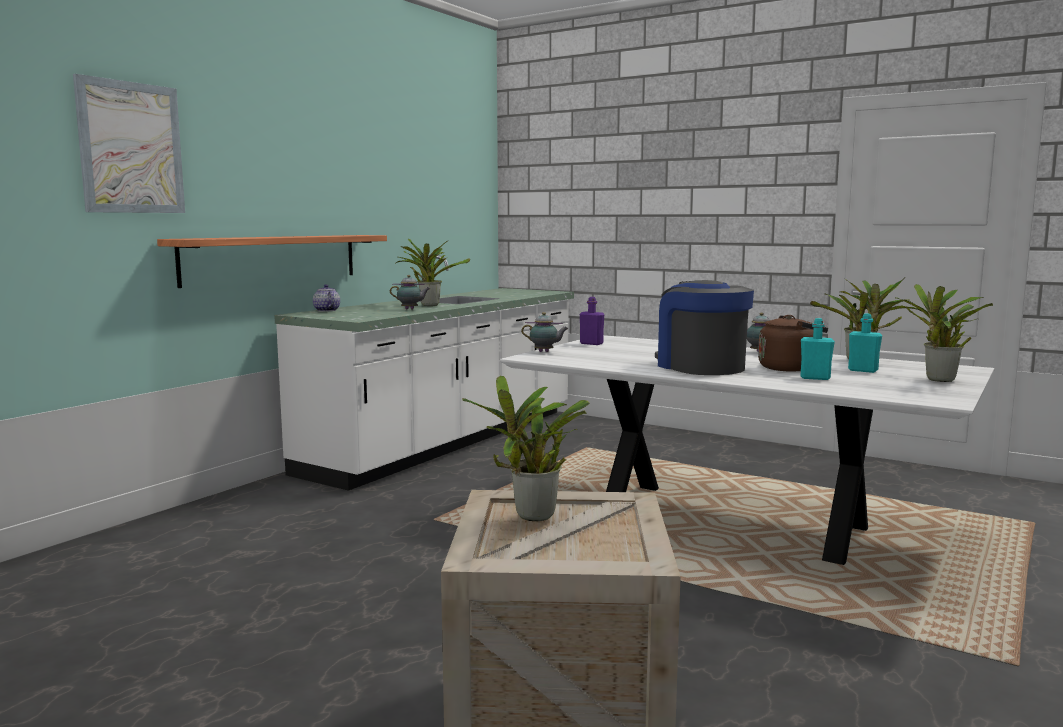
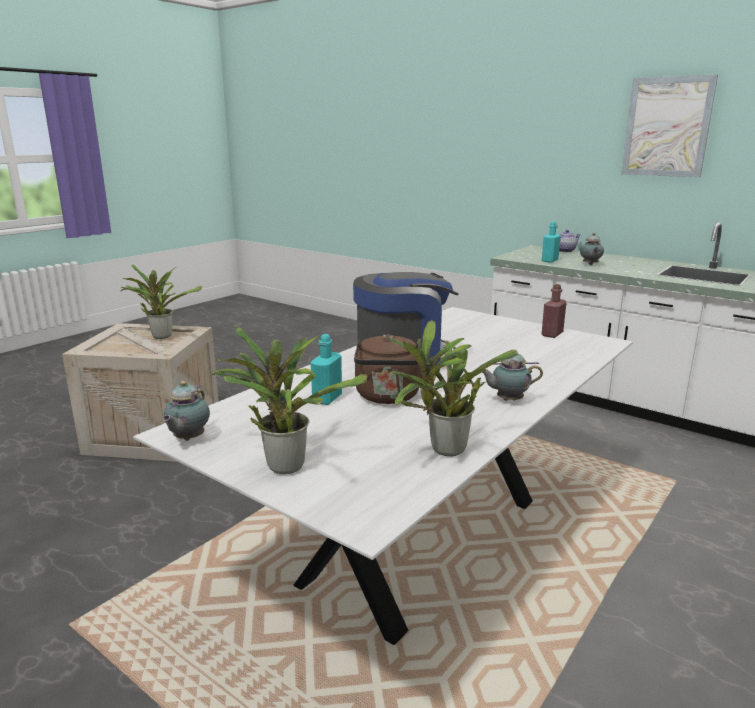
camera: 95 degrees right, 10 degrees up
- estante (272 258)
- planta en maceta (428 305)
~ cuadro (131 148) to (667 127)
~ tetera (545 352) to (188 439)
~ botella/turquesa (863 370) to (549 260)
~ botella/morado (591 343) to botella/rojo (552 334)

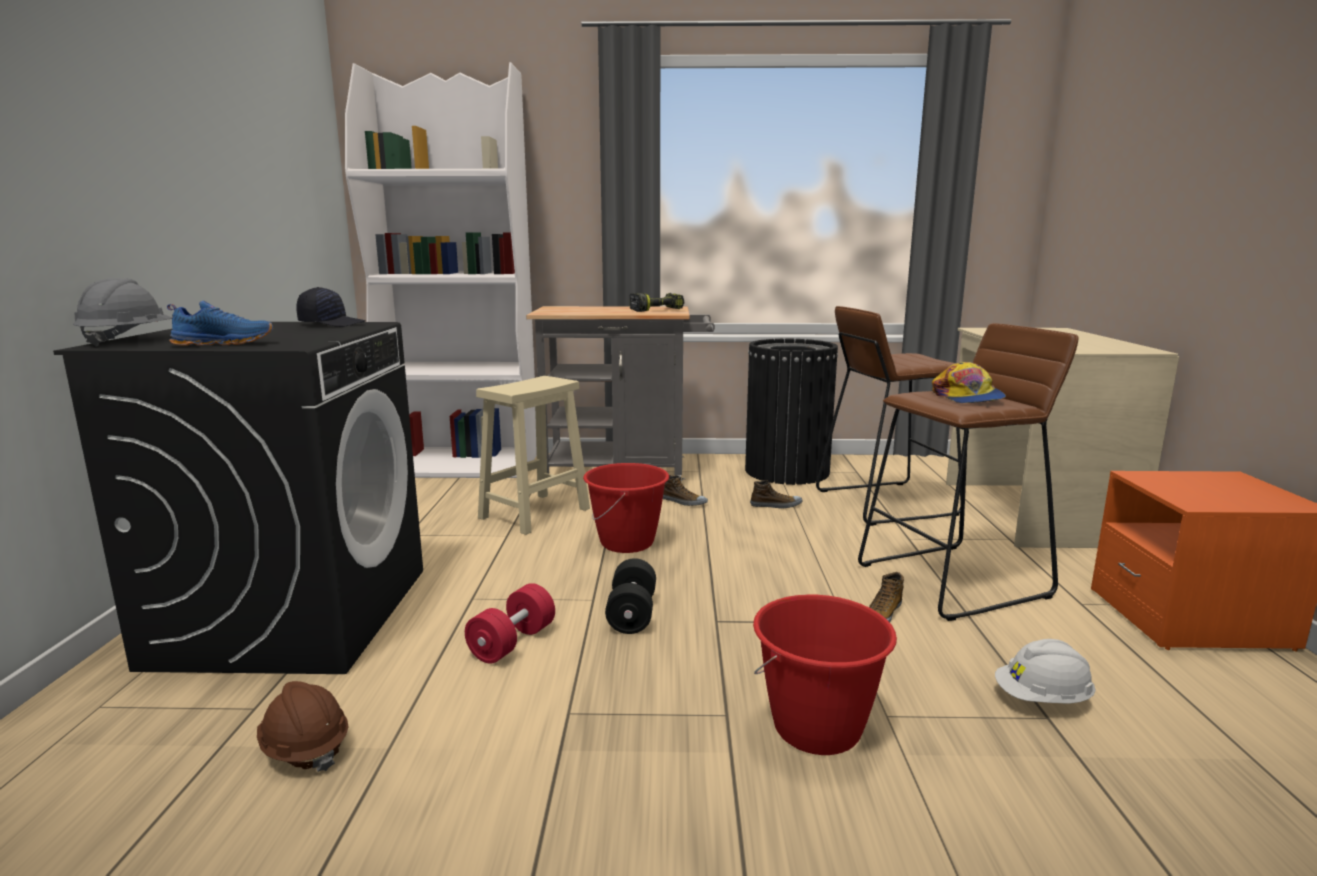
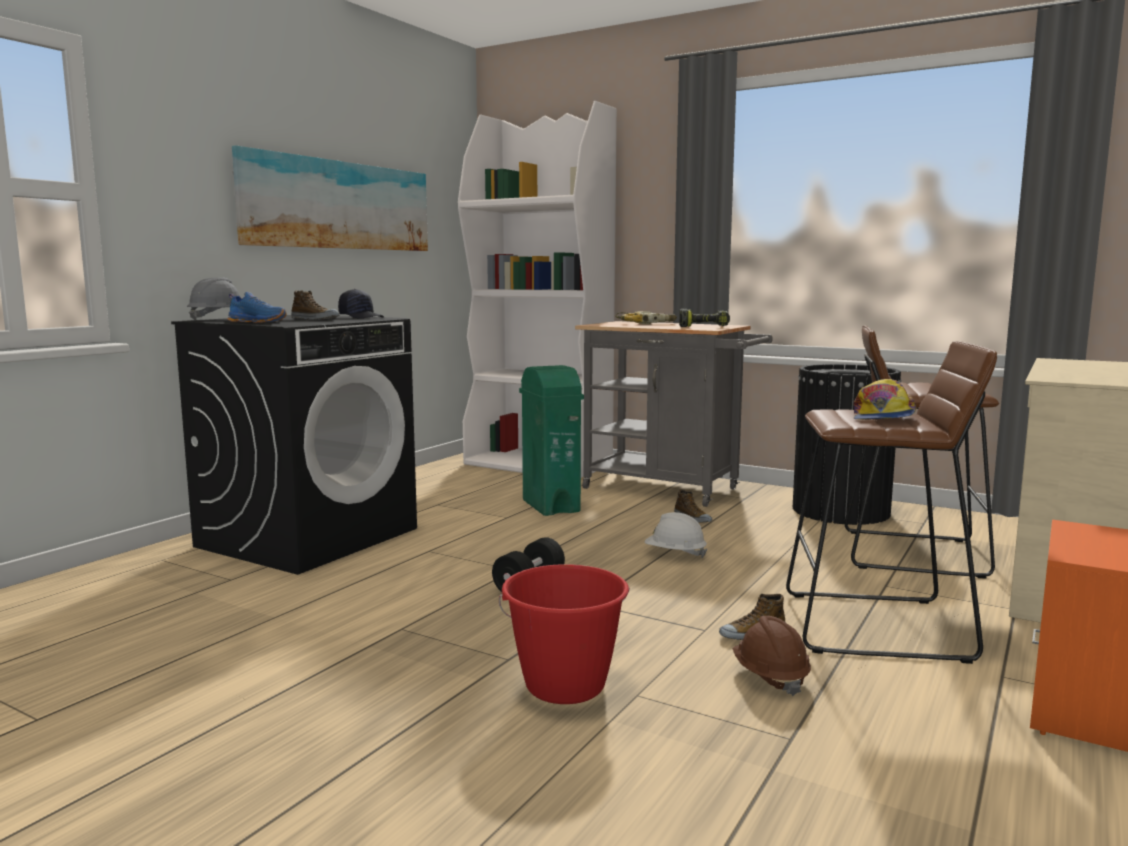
camera: 30 degrees right, 5 degrees down
- mancuerna/rojo (512 642)
- cubo/rojo (627 542)
+ cuadro (338 205)
+ taladro (646 323)
~ casco/marrón (305 749) to (770 677)
~ zapato (776 505) to (314 319)
~ casco/blanco (1042 699) to (675 554)
~ taburete/beis (536 512) to papelera/verde (551 506)

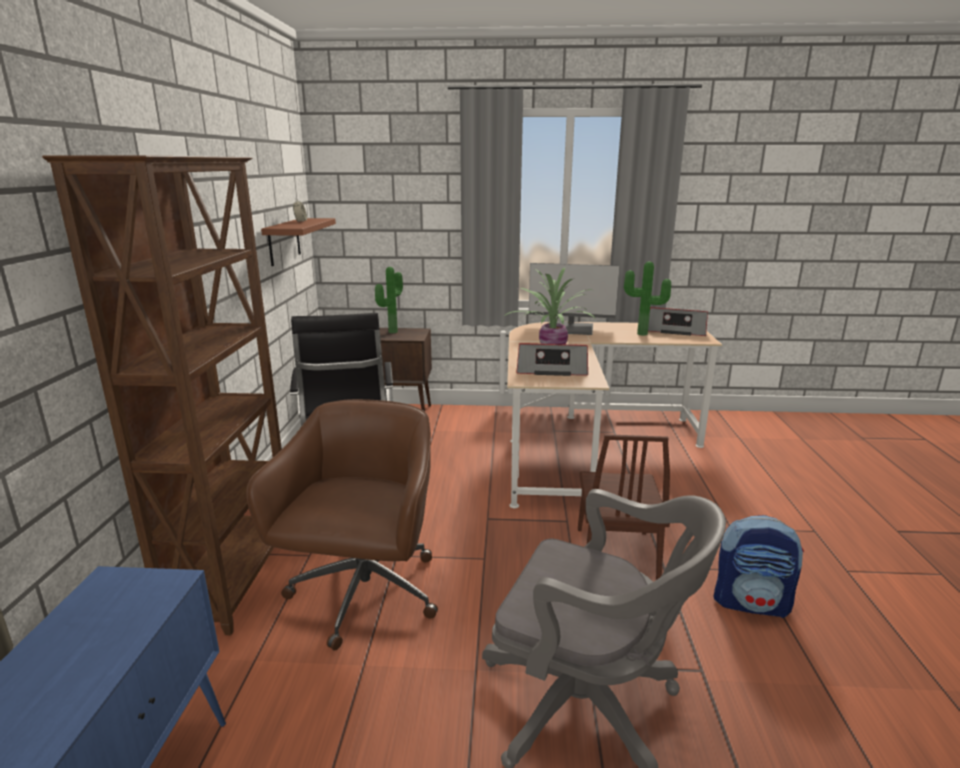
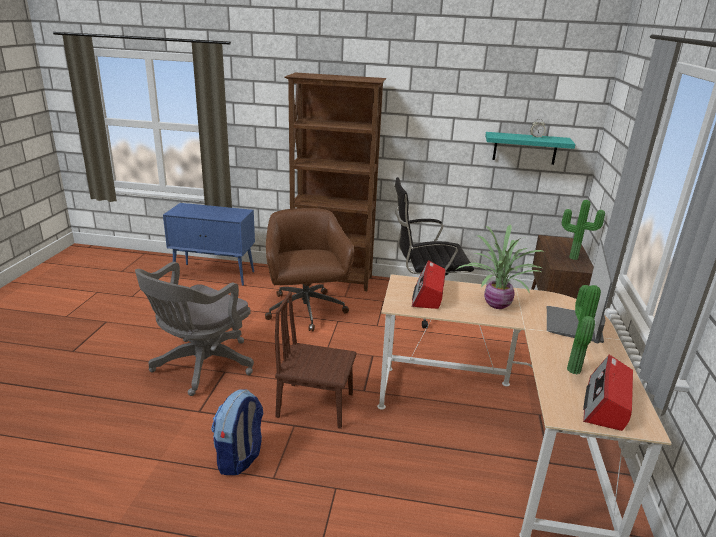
camera: 95 degrees right, 5 degrees up
~ estante/marrón (284 241) to estante/turquesa (525 148)
~ silla de oficina/marrón (364 595) = (306 311) 120 degrees counterclockwise

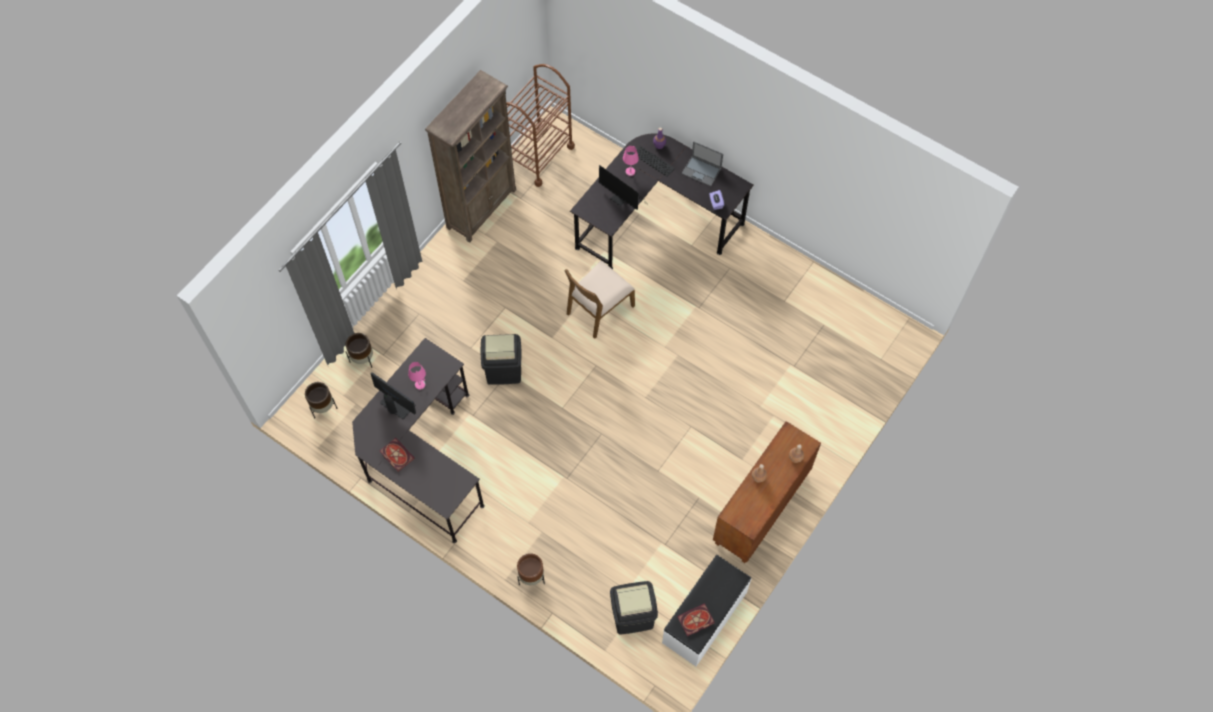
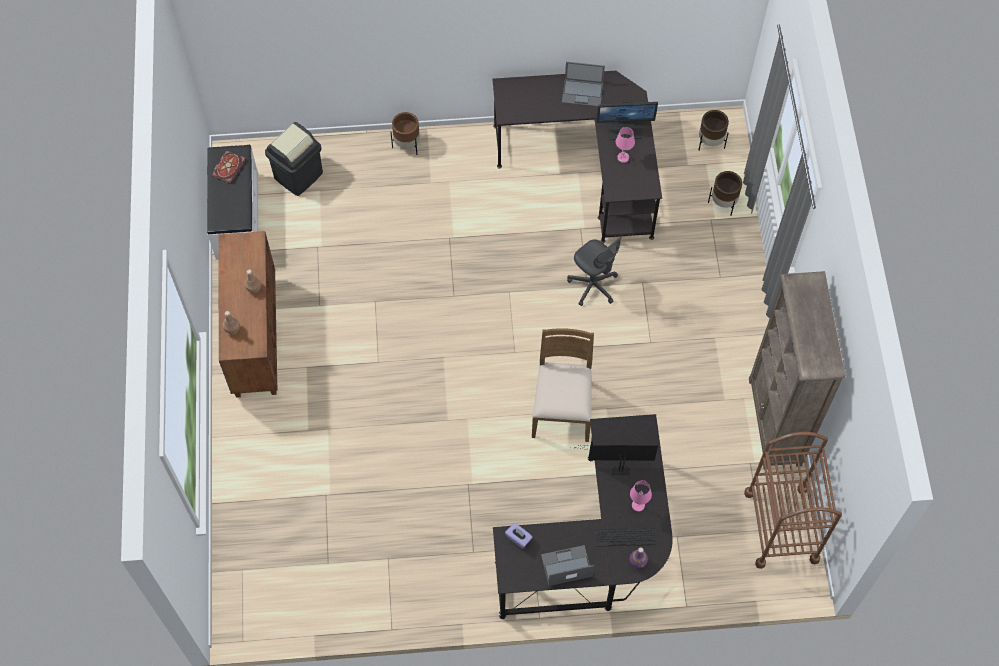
camera: 140 degrees right, 0 degrees up
~ libro (396 455) to portátil (583 92)
~ papelera/negro (504 370) to silla de oficina/gris (593 285)

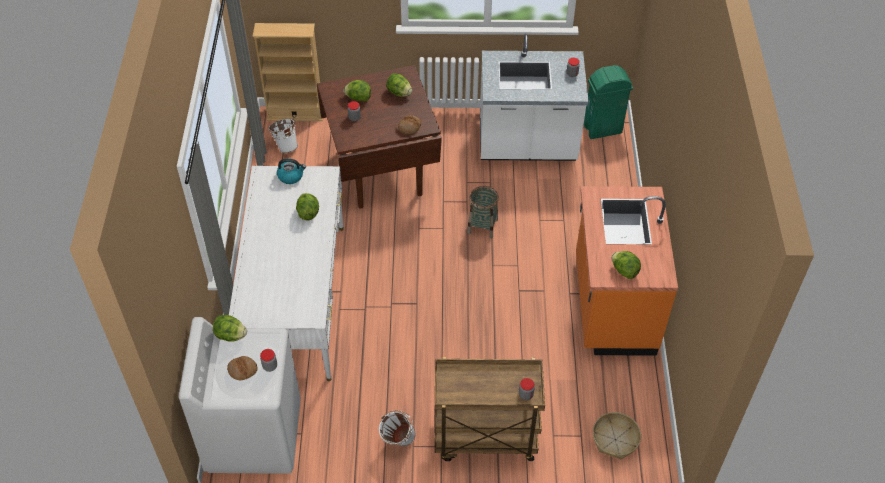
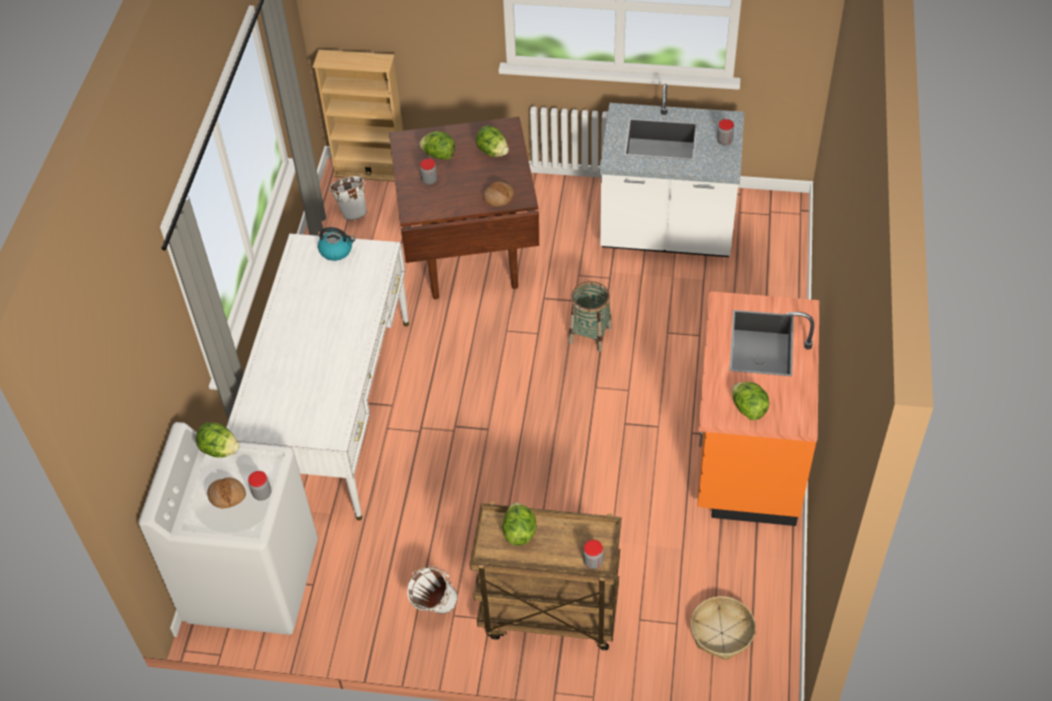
camera: 10 degrees right, 0 degrees up
- papelera/verde (603 129)
~ lechuga (308 212) to (519 531)

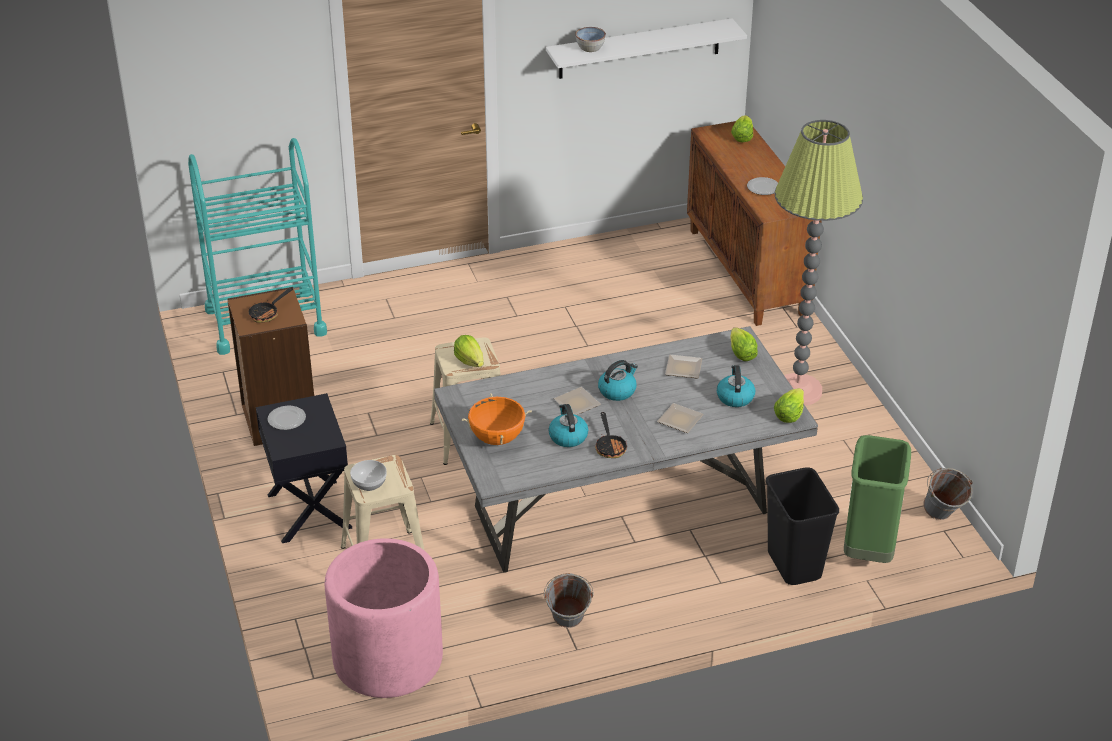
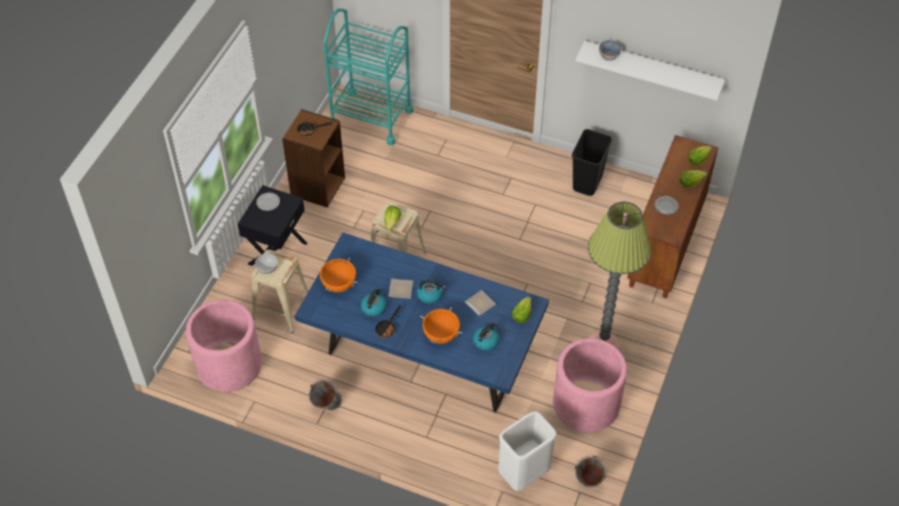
camera: 40 degrees right, 15 degrees up
+ maceta/rosa (586 404)
~ papelera/negro (793 565) to (587 182)
~ lechuga (789 415) to (690 183)
~ plato (679 419) to olla/naranja (441 335)
~ mesa de comedor/gris (621 509) to mesa de comedor/azul (424 357)
~ papelera/verde (868 551) to papelera/blanco (524 474)

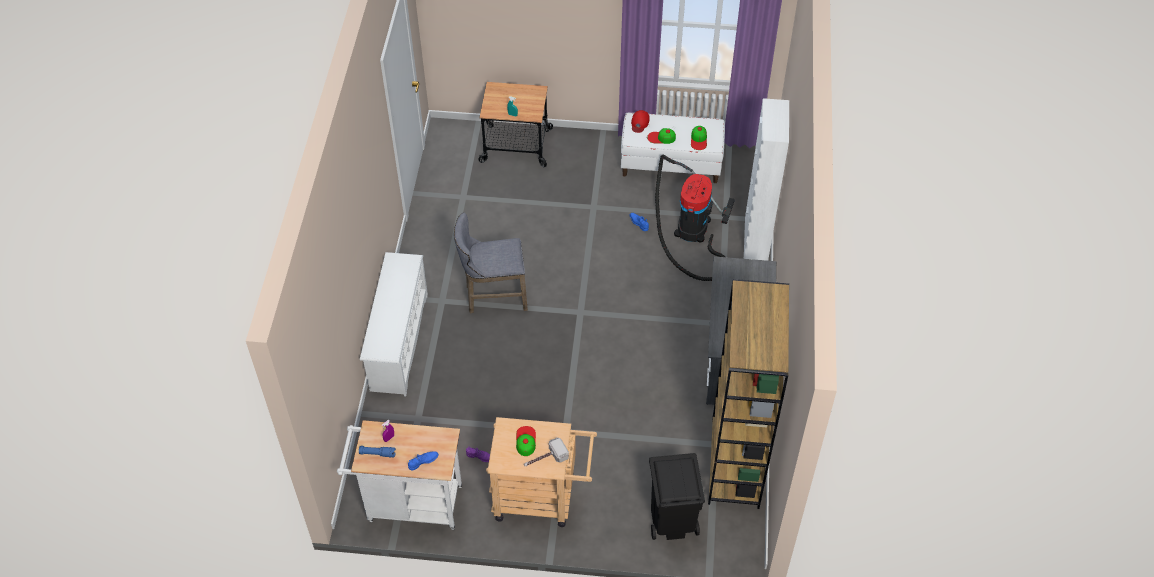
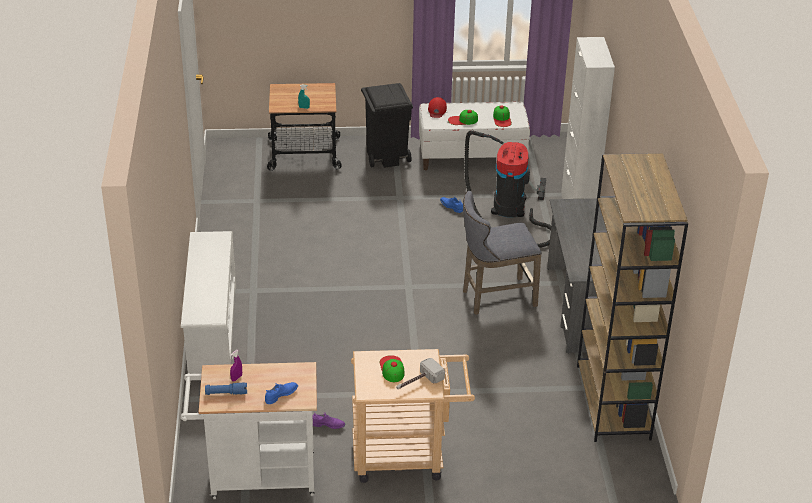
camera: 10 degrees left, 15 degrees down
~ taburete/gris (492 297) to (494 298)
~ papelera/negro (672 520) to (386 156)

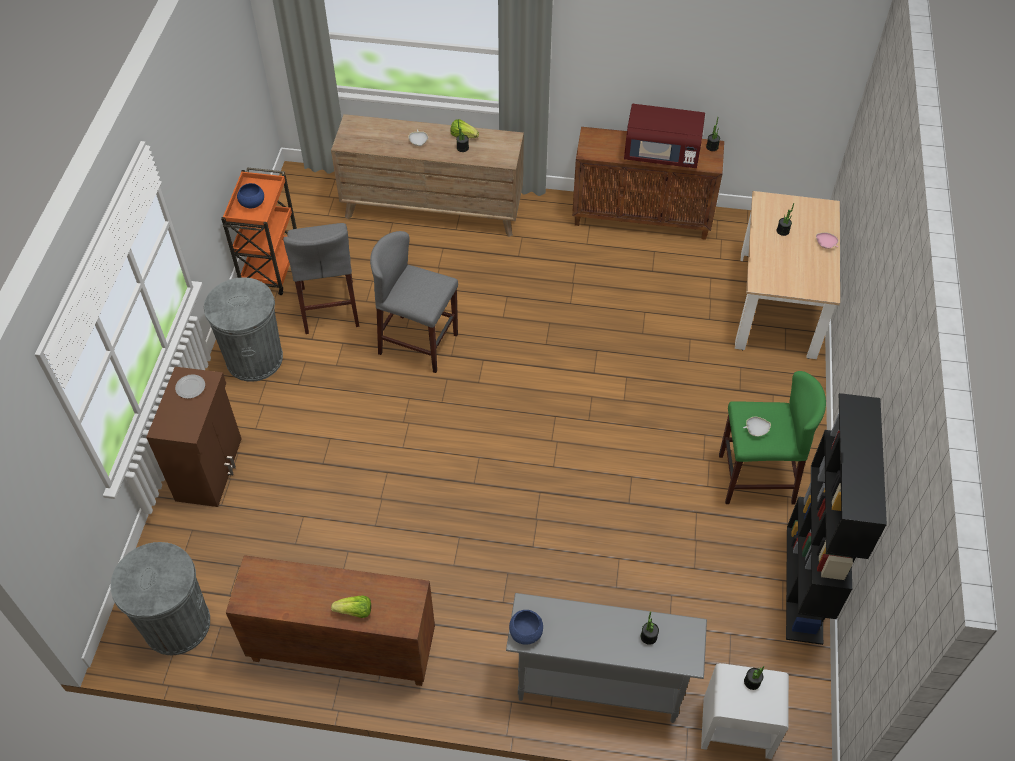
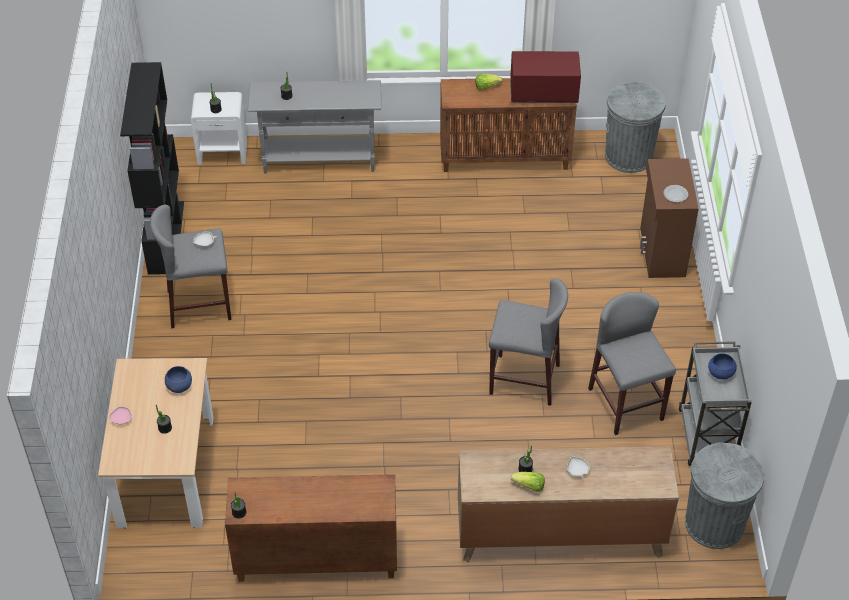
camera: 170 degrees right, 5 degrees down
~ papelera/gris (254 358) to (714 524)
~ cuenco/azul (525 633) to (180 386)
~ microondas/rojo (661 154) to (543 92)
~ carrito/naranja (270 266) to carrito/gris (706 439)
~ taburete/verde (755 478) to taburete/gris (199 305)

